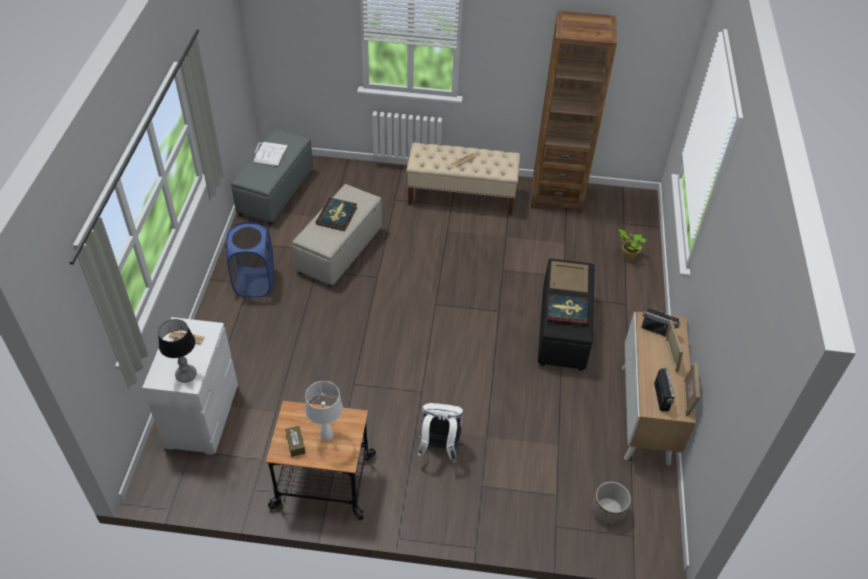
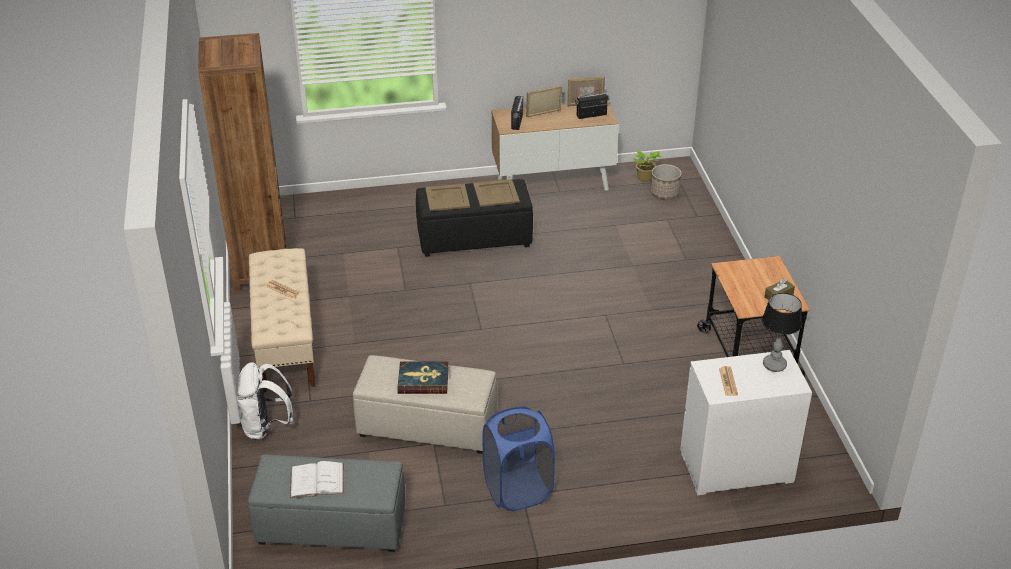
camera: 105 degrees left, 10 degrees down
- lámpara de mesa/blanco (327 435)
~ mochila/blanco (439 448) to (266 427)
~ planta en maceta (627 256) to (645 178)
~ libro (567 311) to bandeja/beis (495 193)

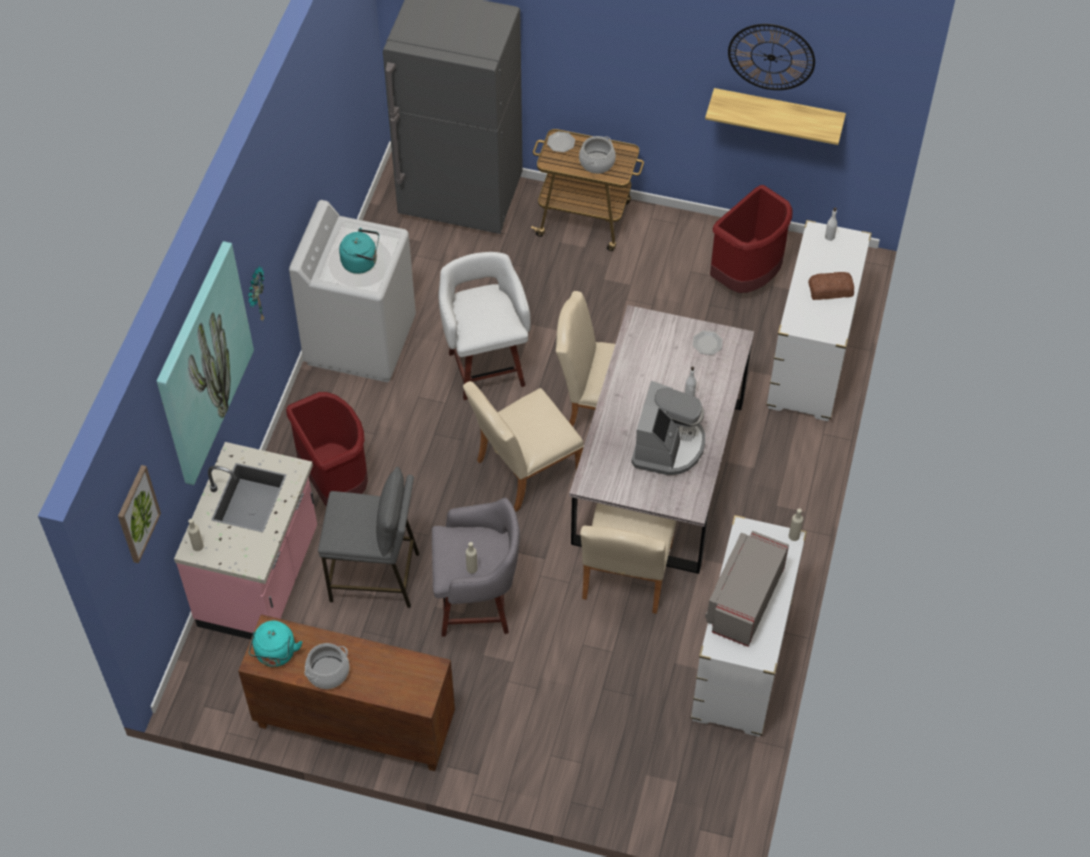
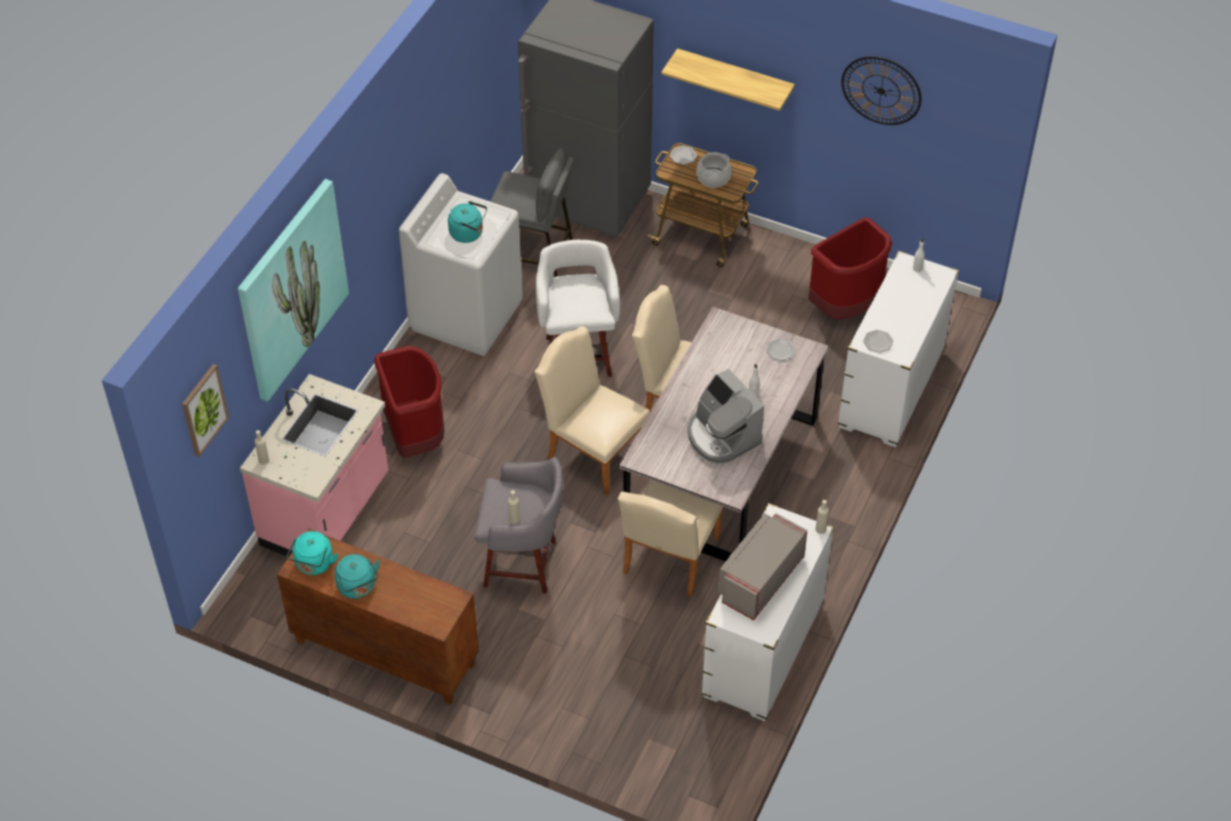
camera: 10 degrees right, 5 degrees down
- reloj de pared (255 296)
- pan (830 289)
+ plato (878 342)
~ taburete/gris (375 577) to (533 259)
~ estante (777 112) to (734 78)
~ olla (328 672) to hervidor/turquesa (358 587)
~ silla/beis (522 470) = (592 451) 60 degrees clockwise
~ cafetera (668 446) = (722 436) 120 degrees clockwise

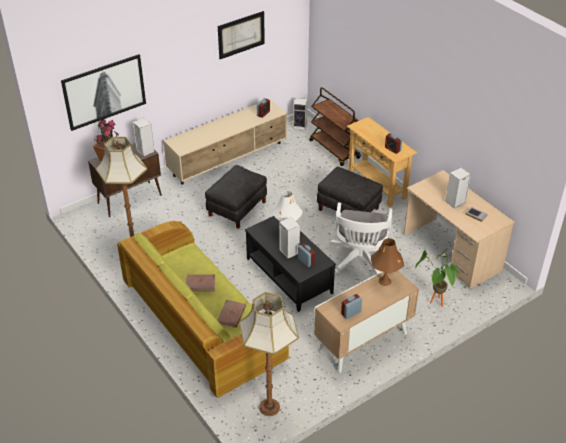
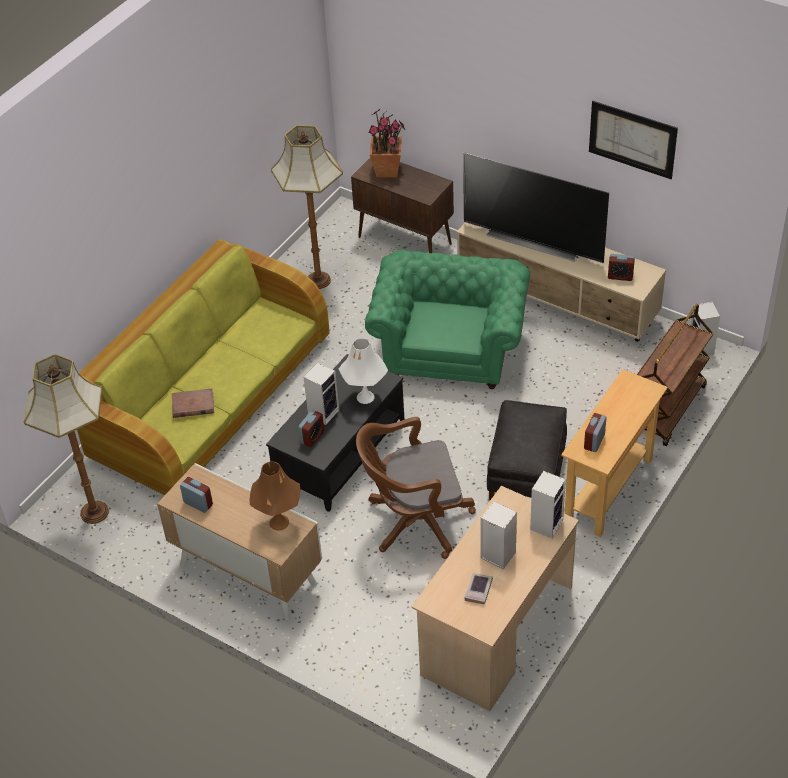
camera: 70 degrees right, 5 degrees up
- cuadro (104 92)
- libro/marrón (200 284)
- planta en maceta (435 304)
+ televisor (535 240)
~ altavoz (144 150) to (546 523)
~ puf/negro (237 208) to sillón/verde (450 349)
~ silla de oficina/blanco (360 261) to silla de oficina/marrón (414 521)

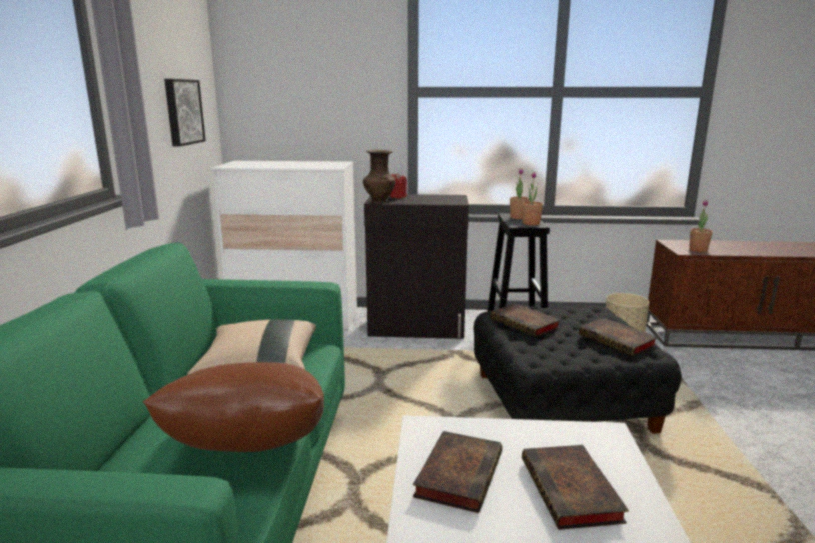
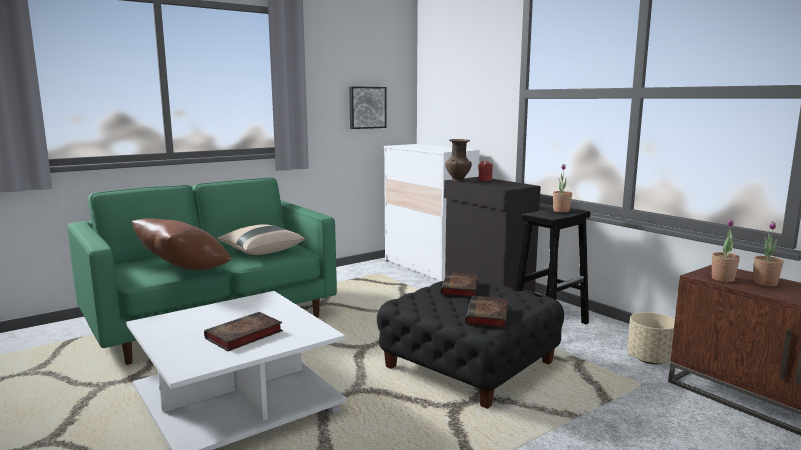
camera: 50 degrees right, 5 degrees down
- libro (459 473)
~ planta en maceta (531 223) to (765 283)

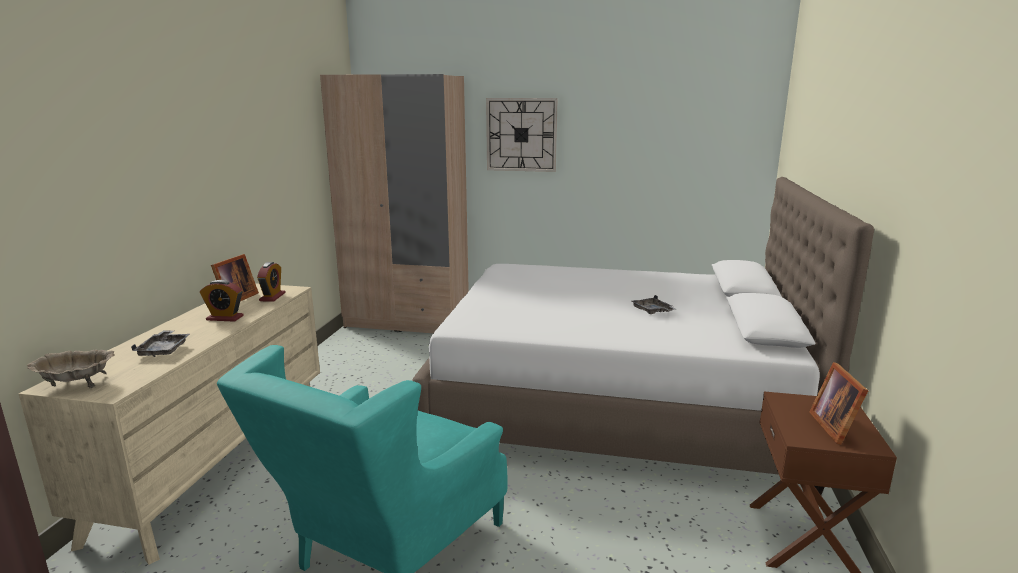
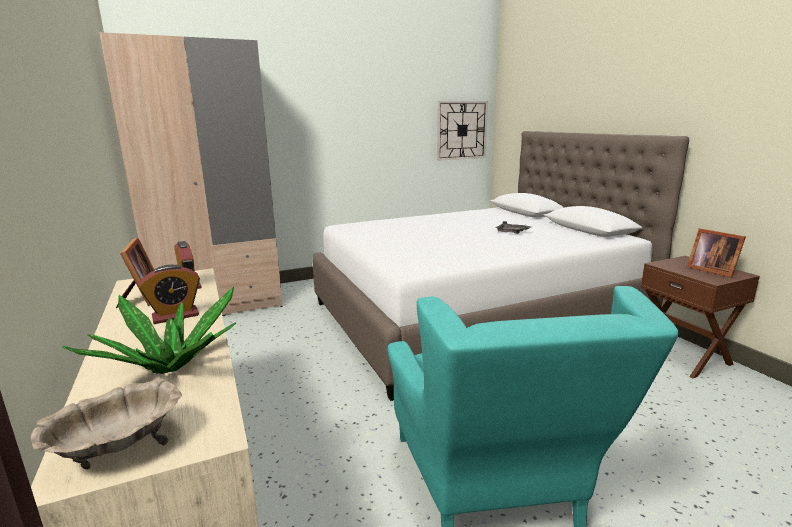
camera: 35 degrees left, 0 degrees up
~ reloj de pared (521 135) to (461 130)
~ bandeja/gris (164 350) to planta en maceta (170 367)

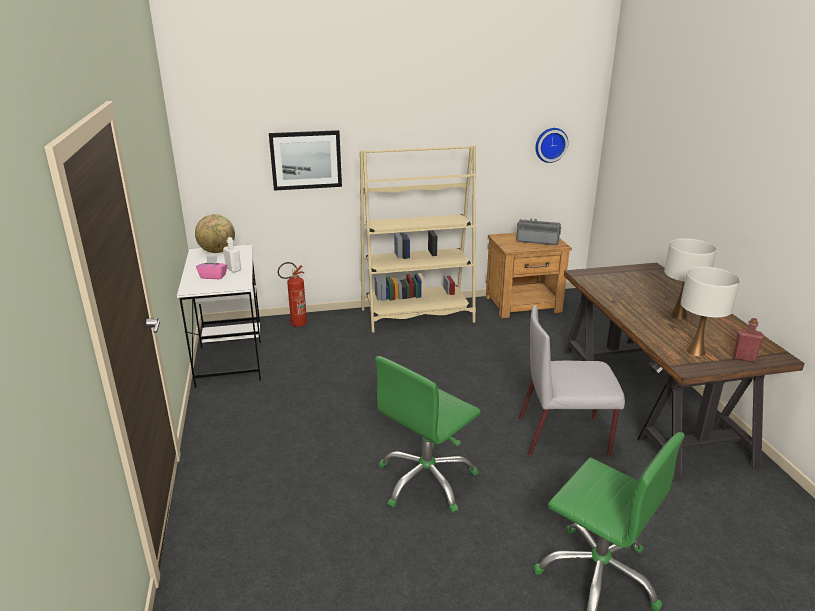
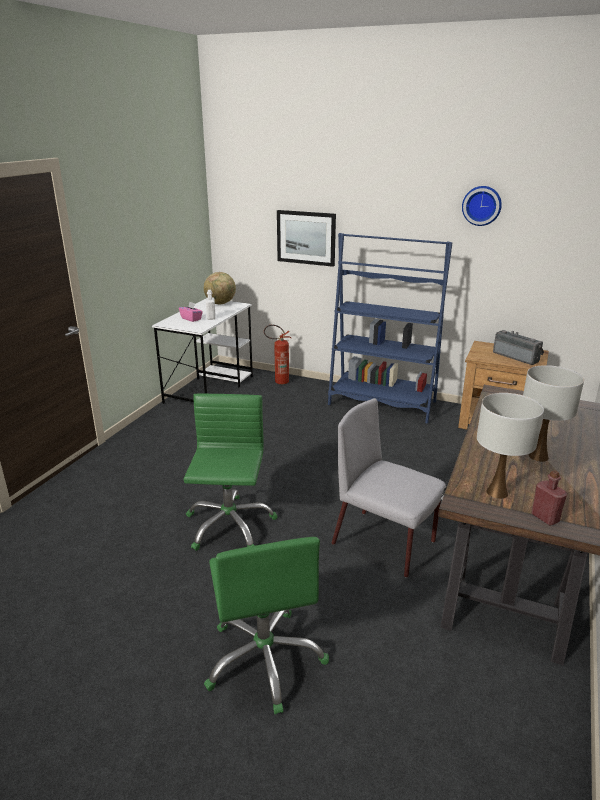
camera: 35 degrees right, 0 degrees up
~ reloj de pared (550 144) to (482 205)
~ estantería/beis (417 316) to estantería/azul (382 403)
~ silla de oficina/verde (426 480) = (229 525) 105 degrees clockwise

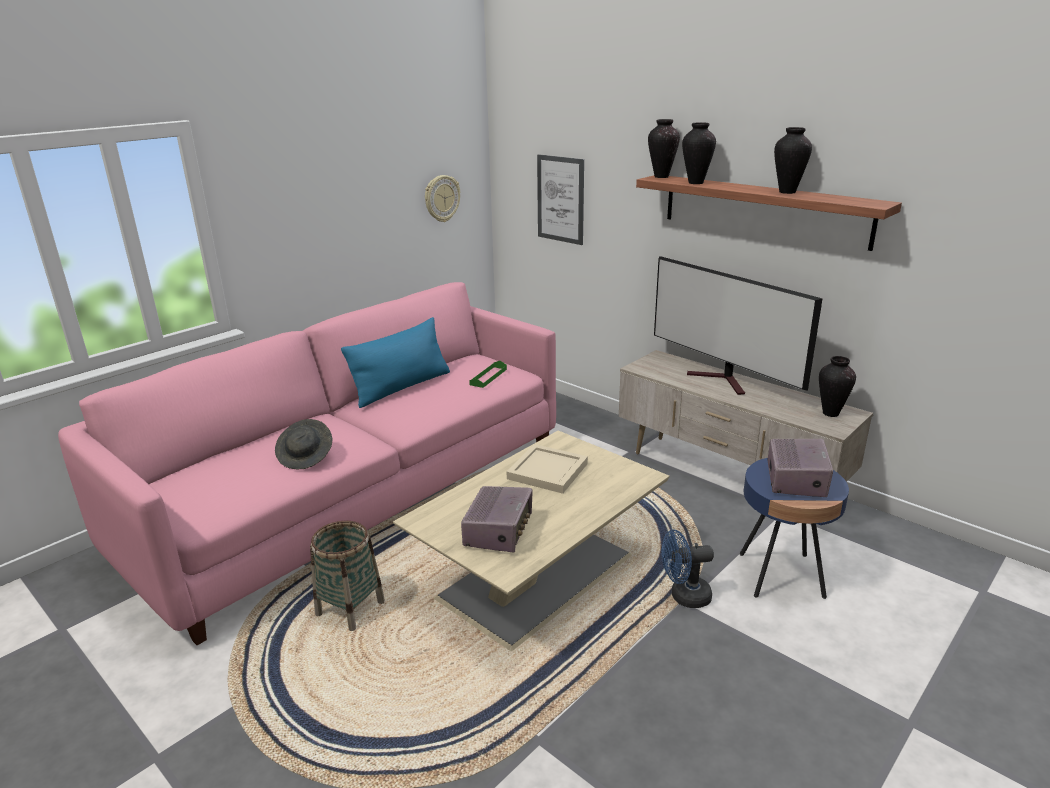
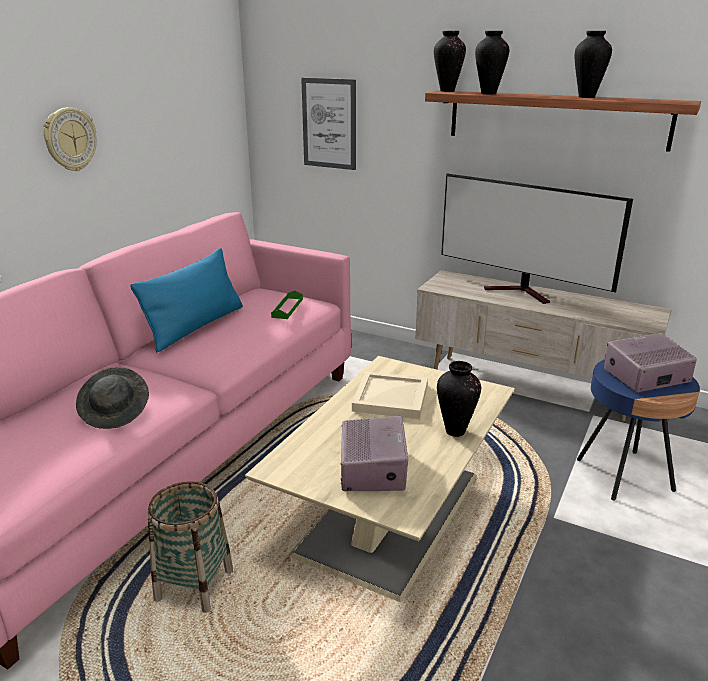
camera: 15 degrees left, 0 degrees up
- ventilador/azul (684 596)
~ reloj de pared (441 198) to (70 139)
~ florero (830 413) to (454 431)
~ radio (796 480) = (645 377) 105 degrees counterclockwise

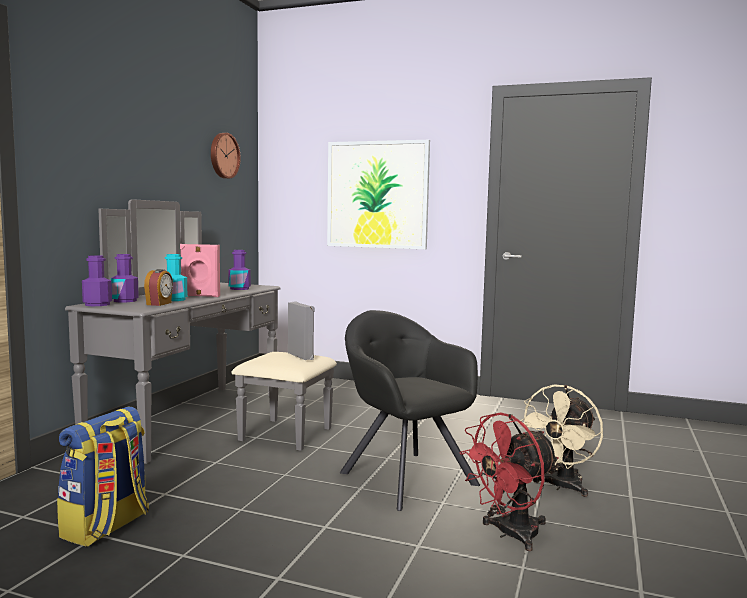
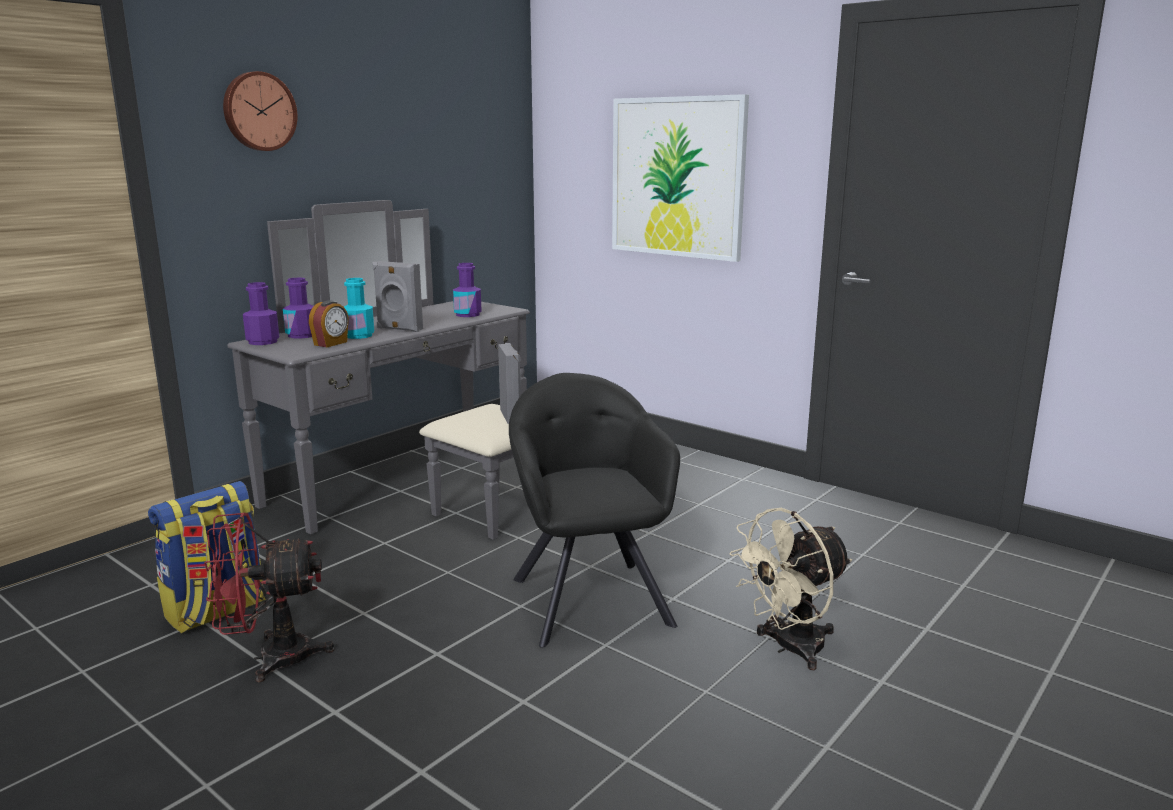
camera: 20 degrees right, 10 degrees up
~ reloj de pared (223 155) to (258 111)
~ ventilador/rojo (509 534) to (270 658)
~ altavoz/rosa (200 296) to altavoz/gris (399 329)

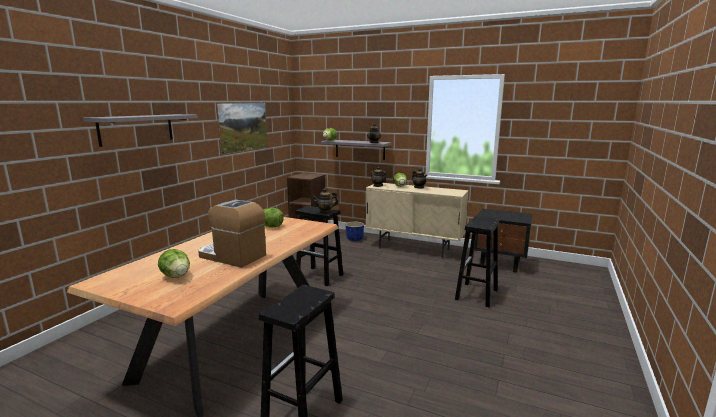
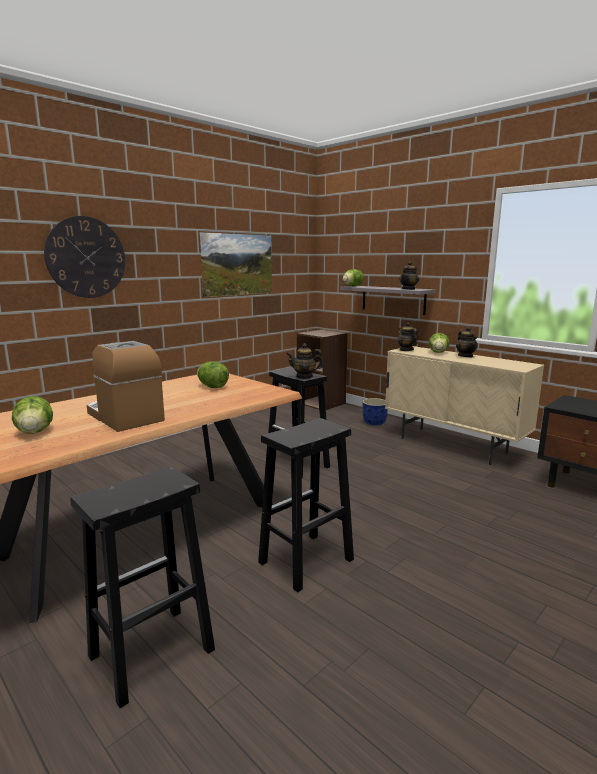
camera: 20 degrees right, 0 degrees up
~ taburete/negro (476 295) to (305 562)
~ estante/gris (137 129) to reloj de pared (86 257)

